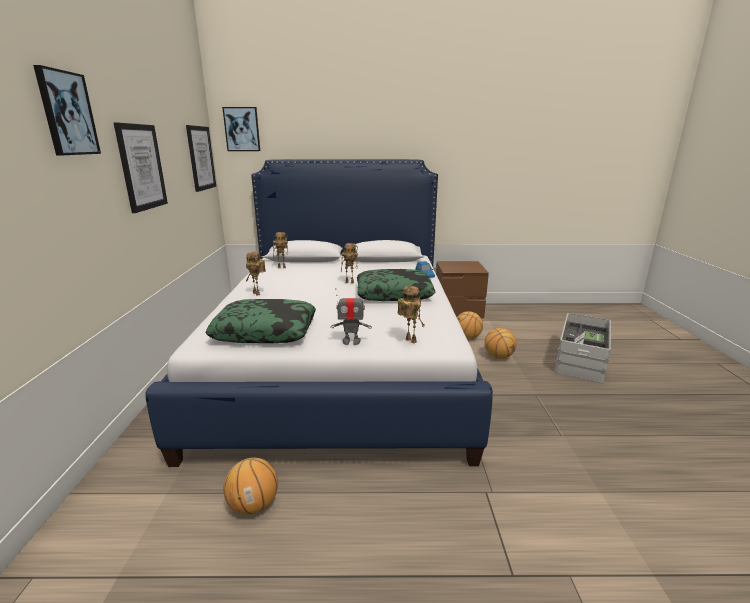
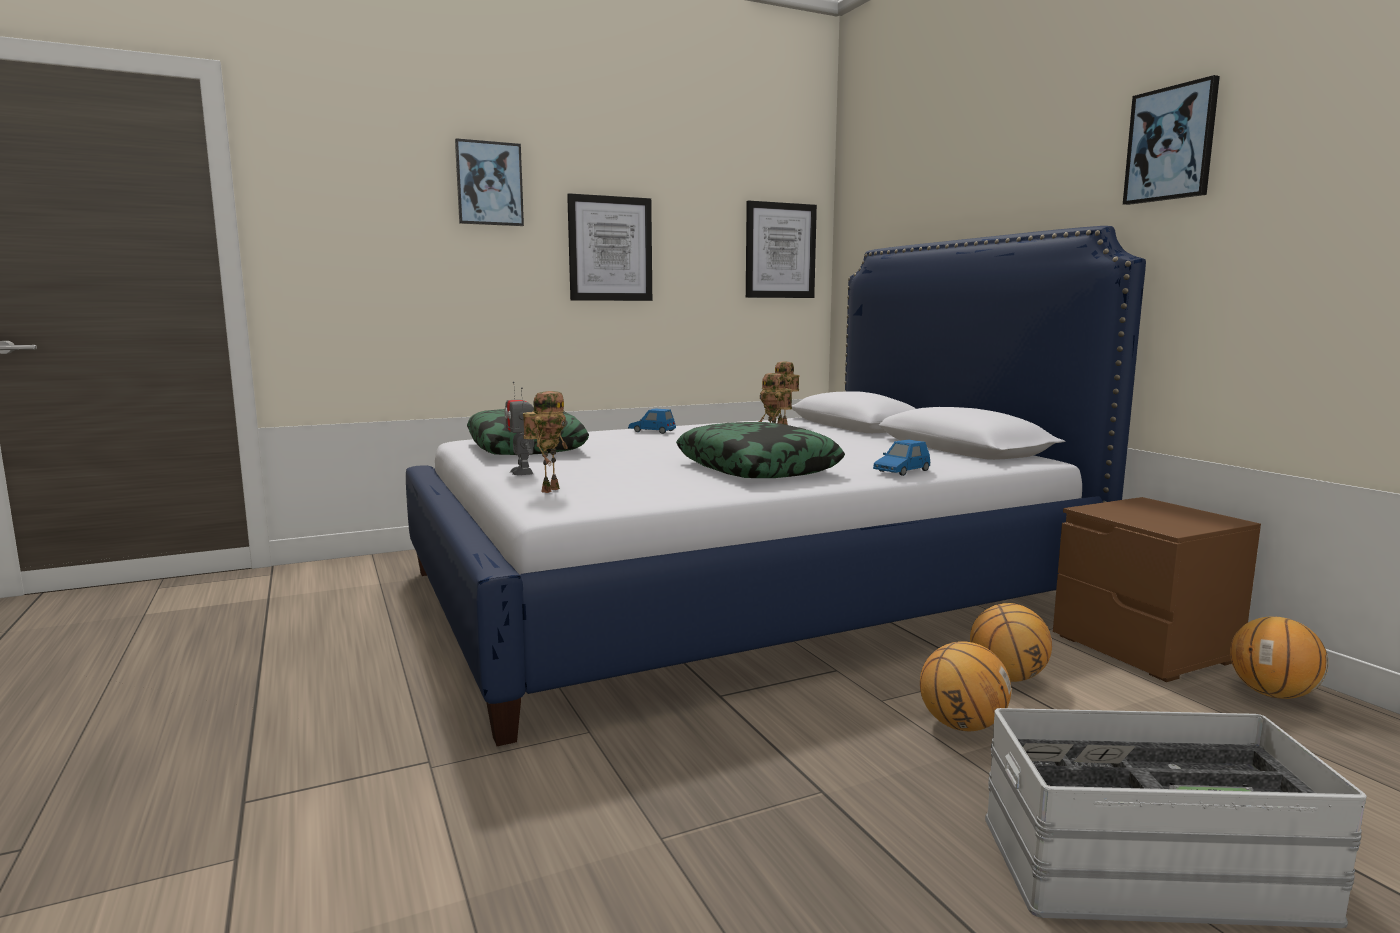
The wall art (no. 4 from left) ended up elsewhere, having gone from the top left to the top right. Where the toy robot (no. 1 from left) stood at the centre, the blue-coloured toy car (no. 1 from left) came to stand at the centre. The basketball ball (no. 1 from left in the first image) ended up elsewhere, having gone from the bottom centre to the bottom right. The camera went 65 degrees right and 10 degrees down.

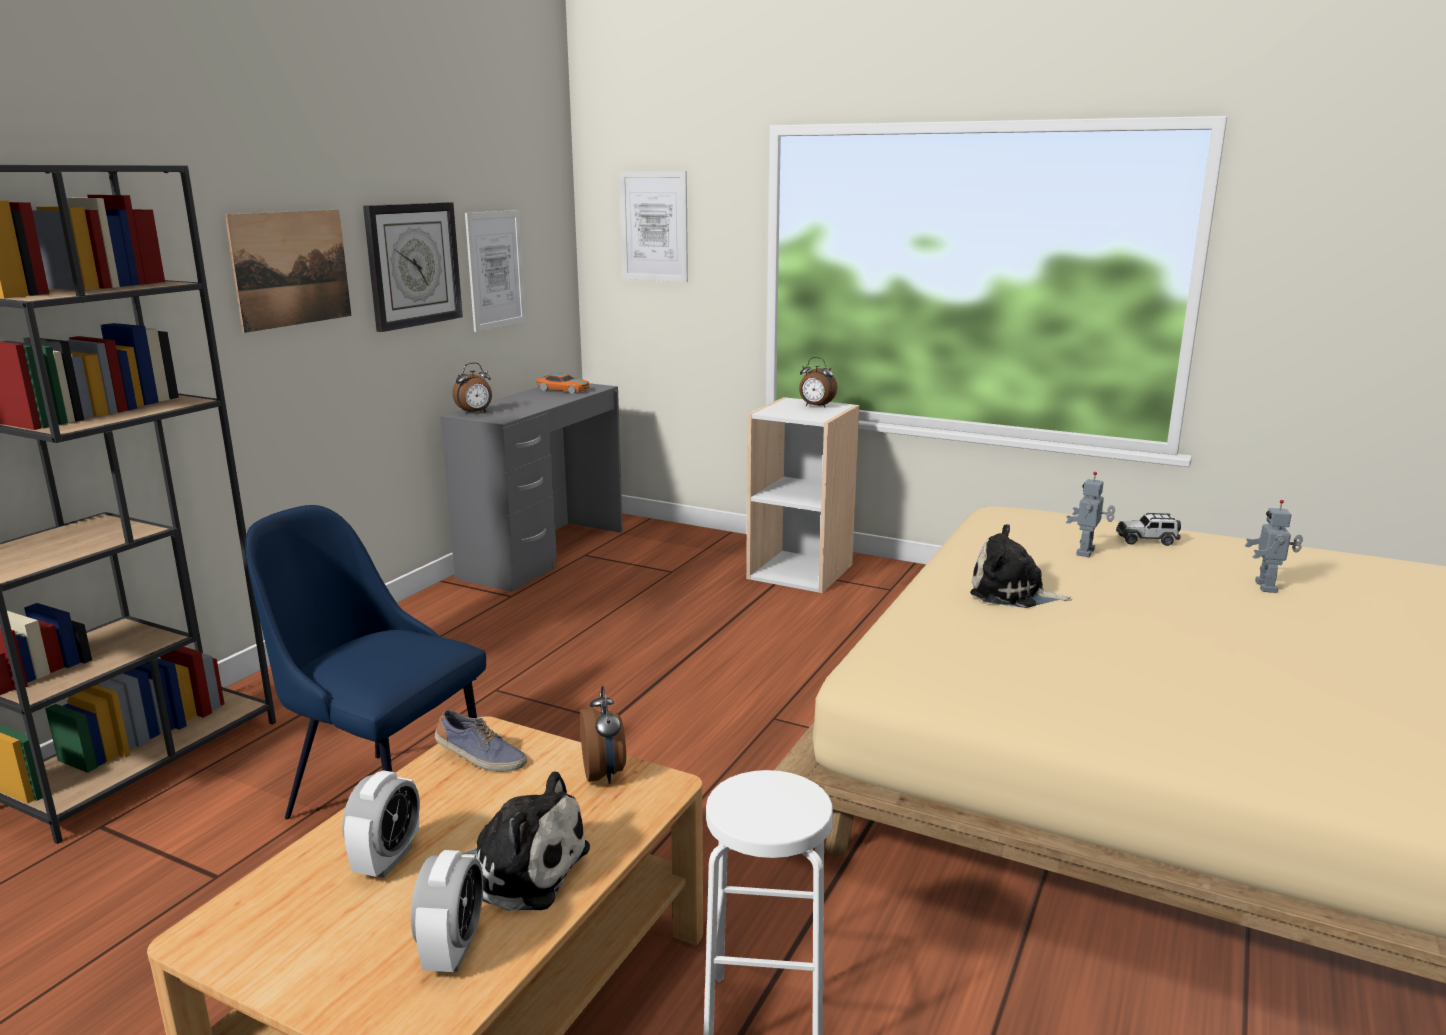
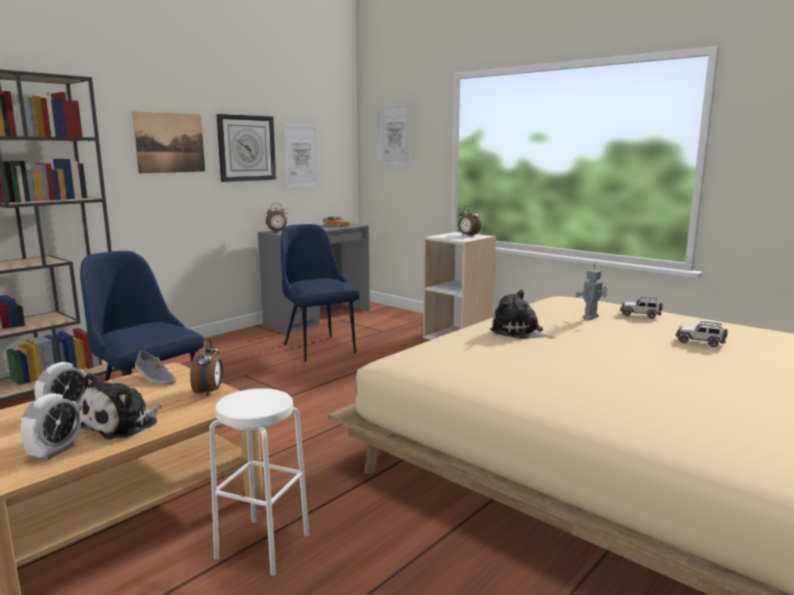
Where the toy robot (no. 2 from left) stood at the middle right, the toy car (no. 3 from left) came to stand at the middle right. The soft toy (no. 1 from left) at the bottom centre ended up facing another way, 90 degrees clockwise from before. The second view gained the blue-coloured plain chair (no. 2 from left) at the centre. The camera went 15 degrees right and 5 degrees down.

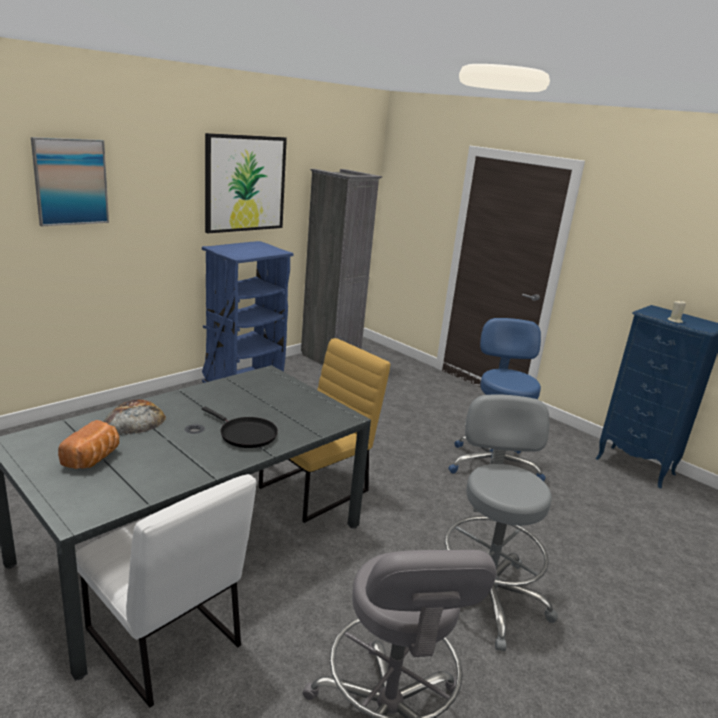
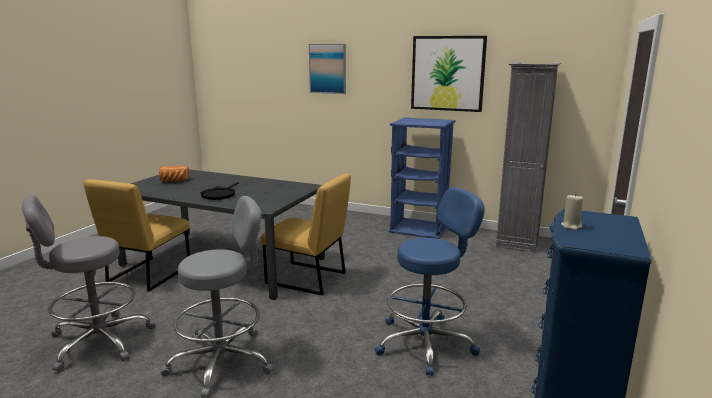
The second view lost the bread (no. 2 from left) at the middle left. What was the whitish plain chair at the bottom left turned into the yellow plain chair (no. 1 from left) at the middle left. The camera went 70 degrees right and 5 degrees down.

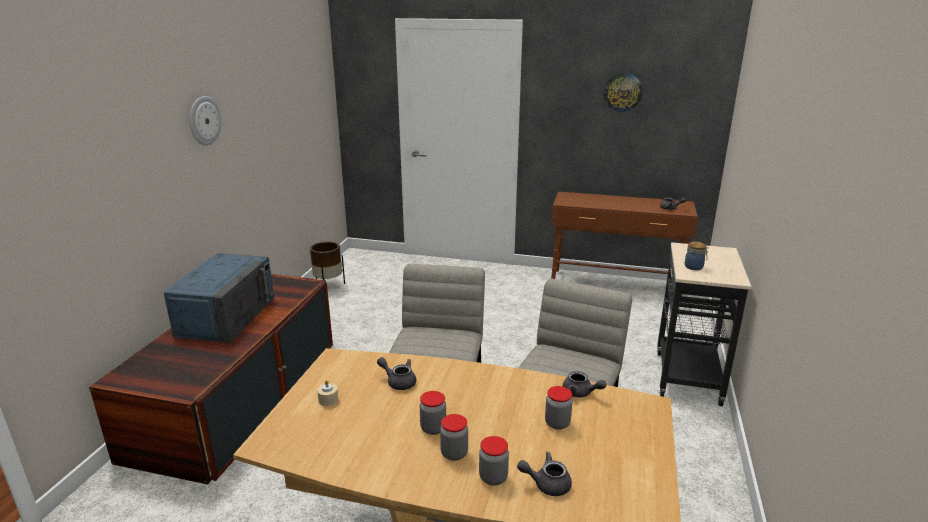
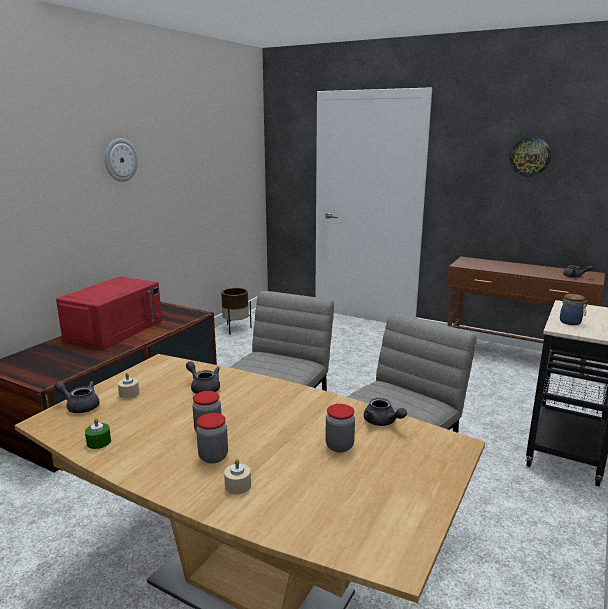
What was the blue-coloured kitchen microwave at the middle left turned into the red kitchen microwave at the middle left. Where the jar (no. 3 from left) stood at the bottom centre, the beige-coloured candle (no. 2 from left) came to stand at the bottom centre. The greyish teapot (no. 2 from left in the first image) ended up elsewhere, having gone from the bottom centre to the middle left. The second view gained the green-coloured candle at the bottom left. The camera went 15 degrees right and 5 degrees down.

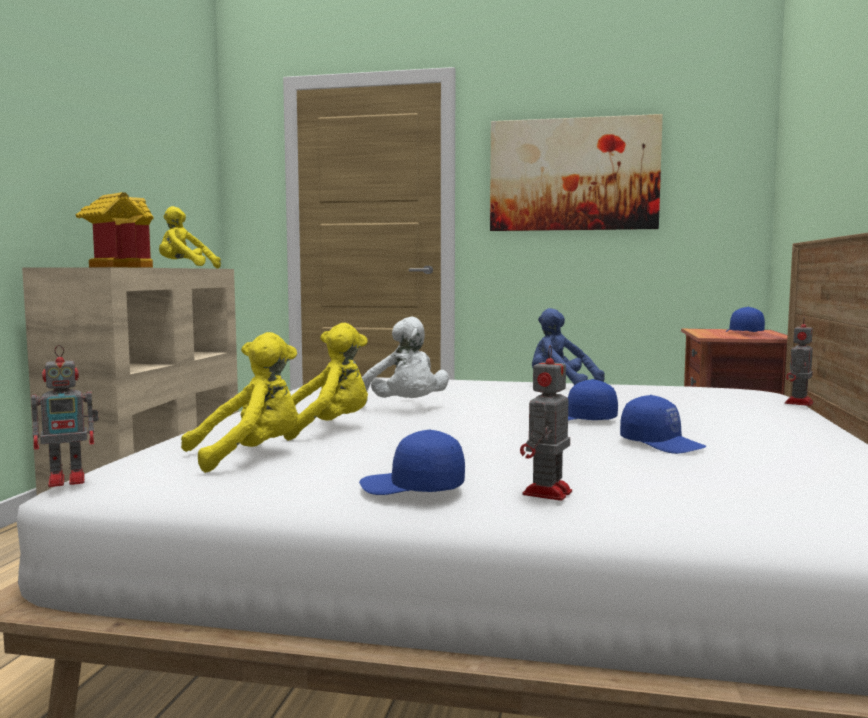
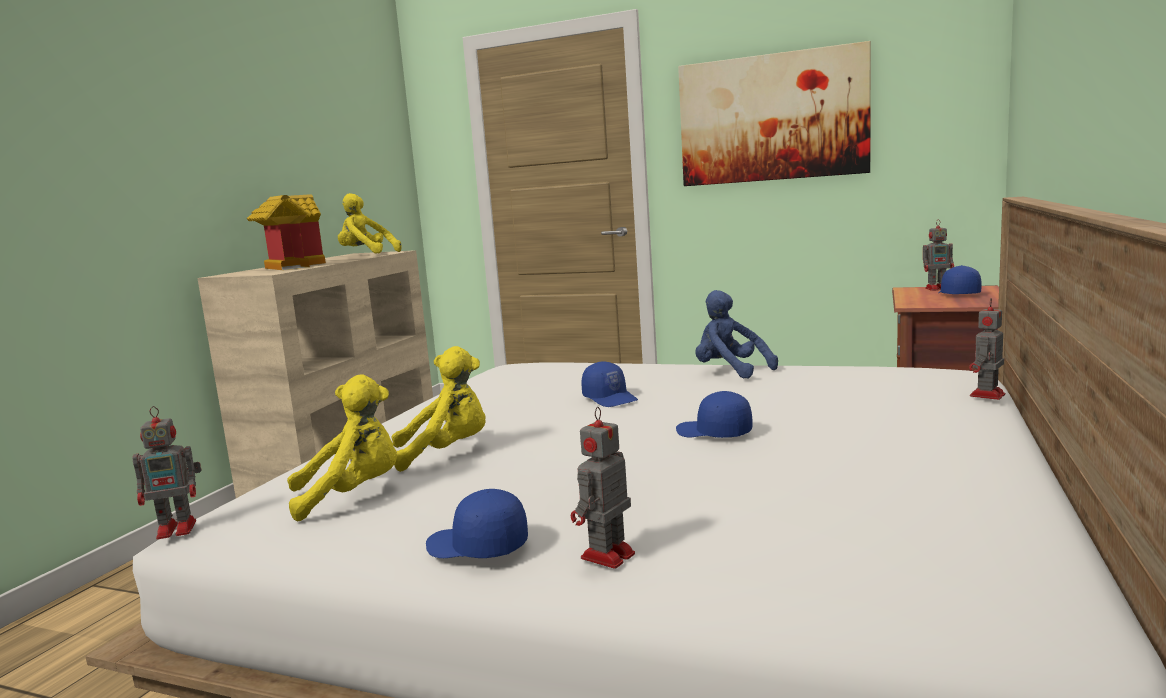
The second view lost the whitish soft toy at the centre. The blue-coloured baseball cap (no. 3 from left in the first image) ended up elsewhere, having gone from the middle right to the centre. The second view gained the toy robot (no. 3 from left) at the middle right. The camera went 10 degrees right and 5 degrees up.

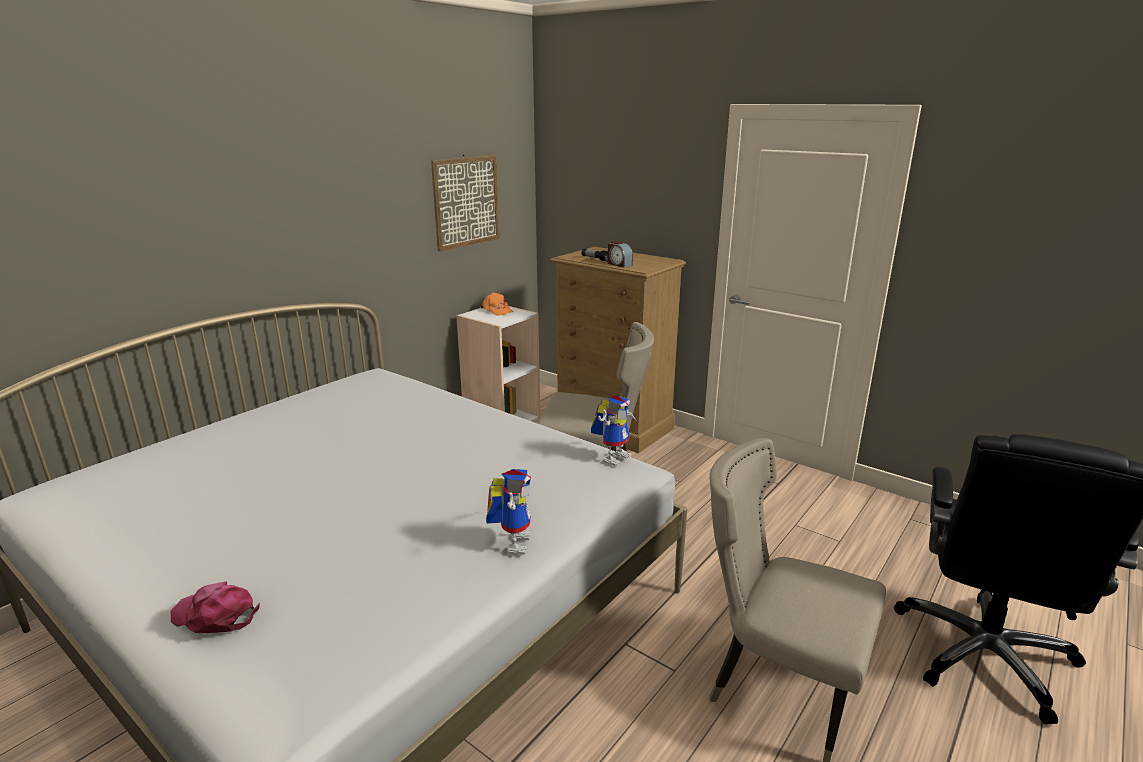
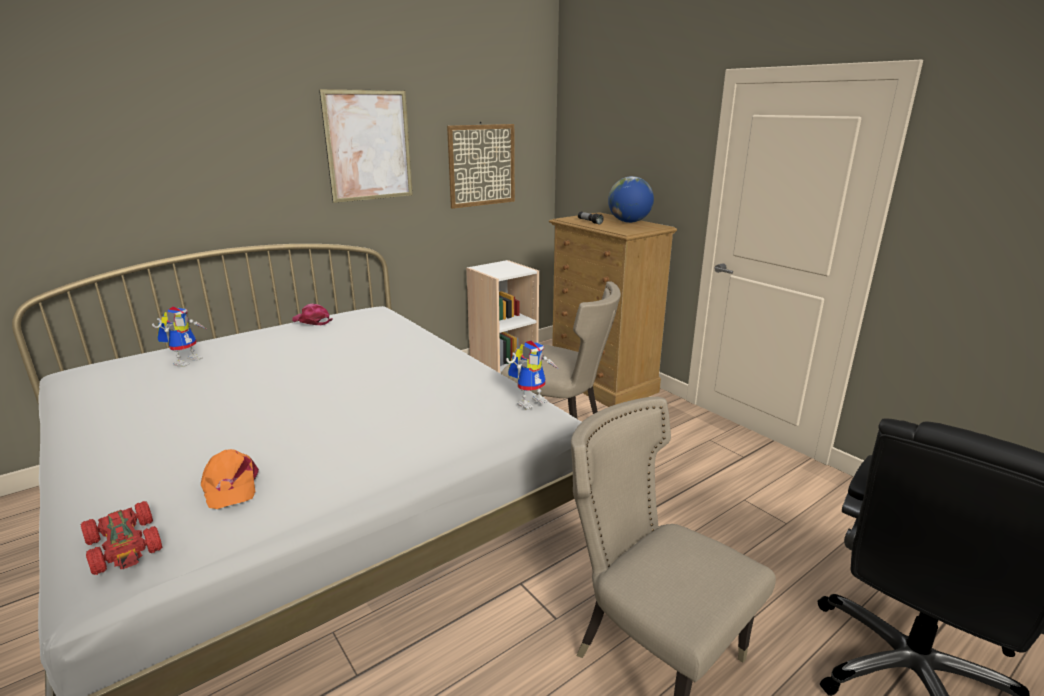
The second view lost the alarm clock at the centre. The orange-coloured baseball cap ended up elsewhere, having gone from the centre to the bottom left. The toy robot (no. 1 from left) ended up elsewhere, having gone from the bottom centre to the middle left. The pink-coloured baseball cap ended up elsewhere, having gone from the bottom left to the middle left. The second view gained the wall art (no. 1 from left) at the top centre. The second view gained the desk globe at the top centre. The second view gained the red toy car at the bottom left. The camera went 15 degrees right and 0 degrees up.

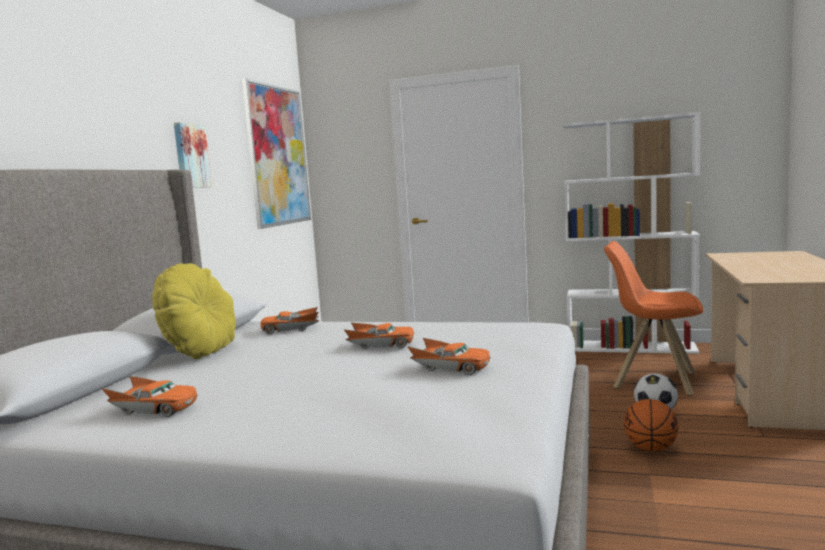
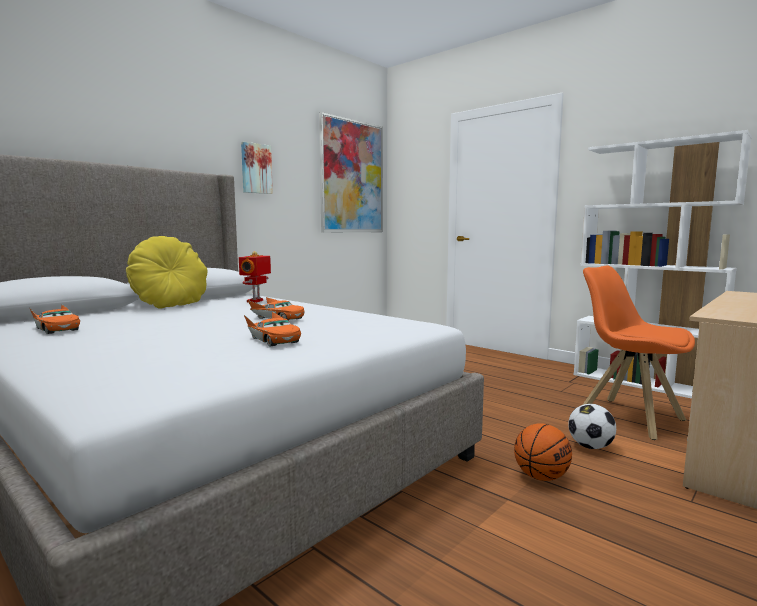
Where the orange-coloured toy car (no. 2 from left) stood at the centre, the toy robot came to stand at the centre. The camera went 25 degrees right and 0 degrees up.

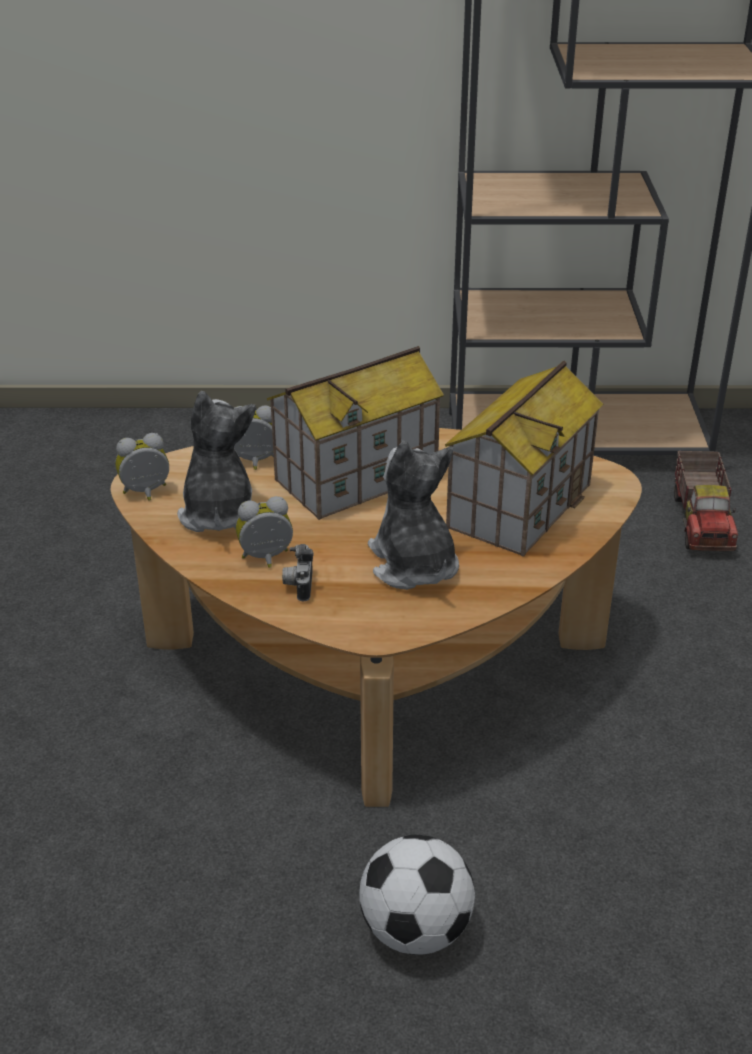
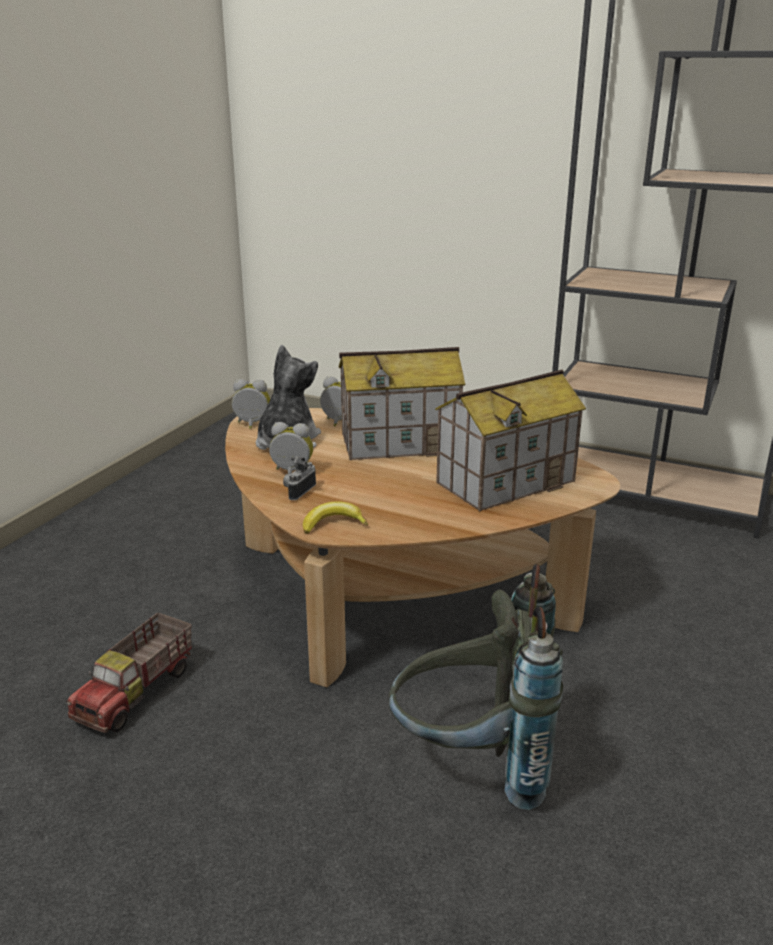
The second view lost the soft toy (no. 2 from left) at the centre. The toy lorry ended up elsewhere, having gone from the middle right to the bottom left. The second view lost the football at the bottom centre. The second view gained the whole banana at the centre. The second view gained the greyish rucksack at the bottom centre. The camera went 25 degrees right and 10 degrees down.

